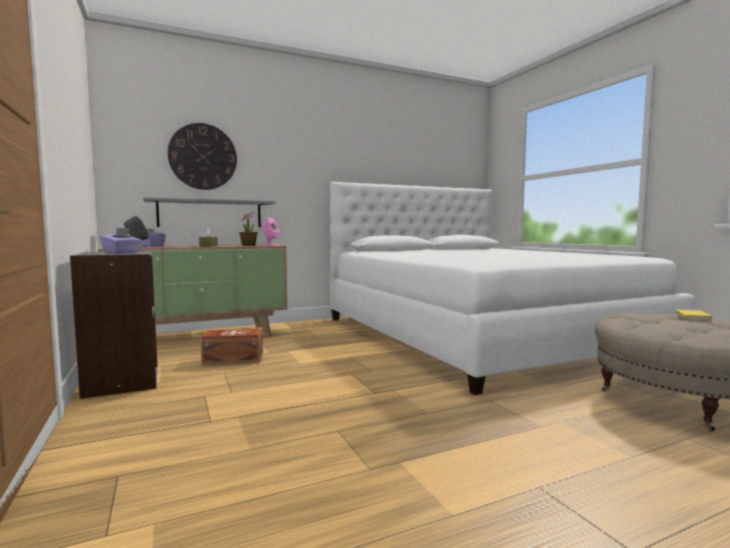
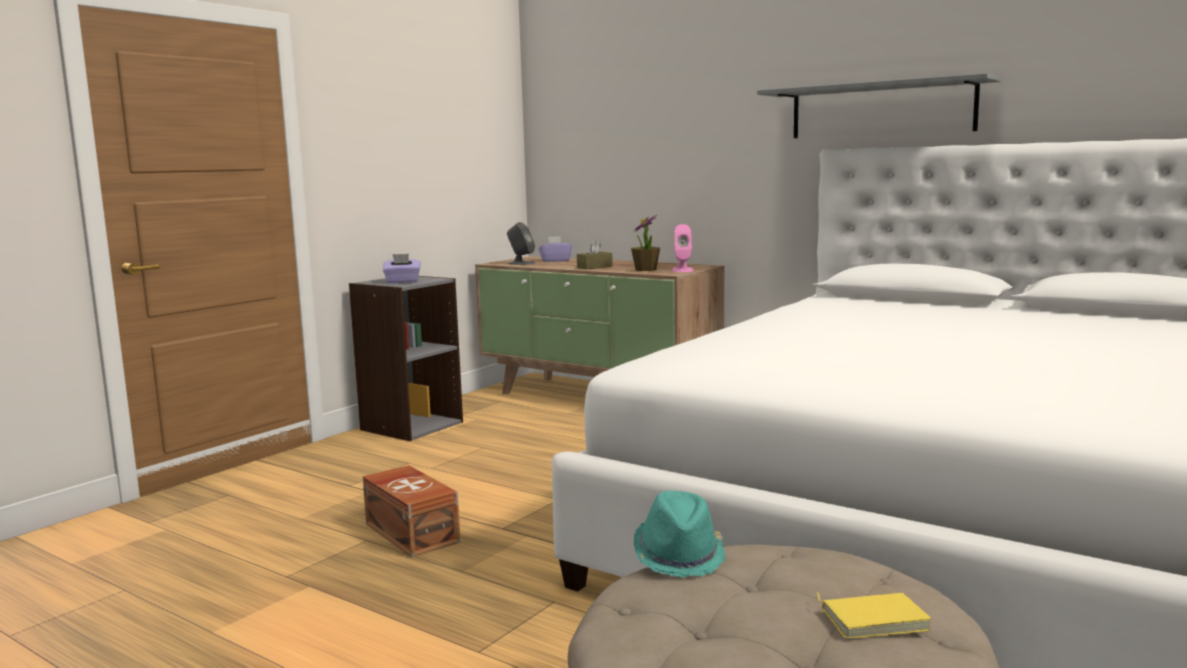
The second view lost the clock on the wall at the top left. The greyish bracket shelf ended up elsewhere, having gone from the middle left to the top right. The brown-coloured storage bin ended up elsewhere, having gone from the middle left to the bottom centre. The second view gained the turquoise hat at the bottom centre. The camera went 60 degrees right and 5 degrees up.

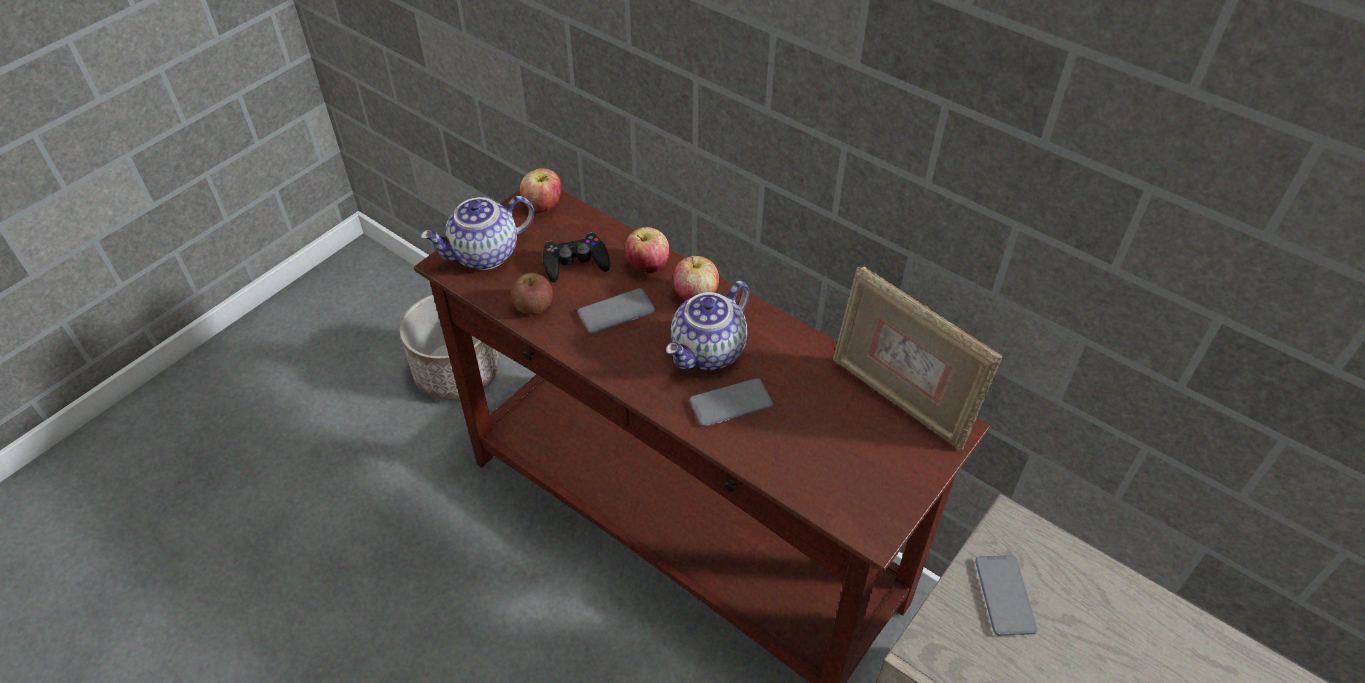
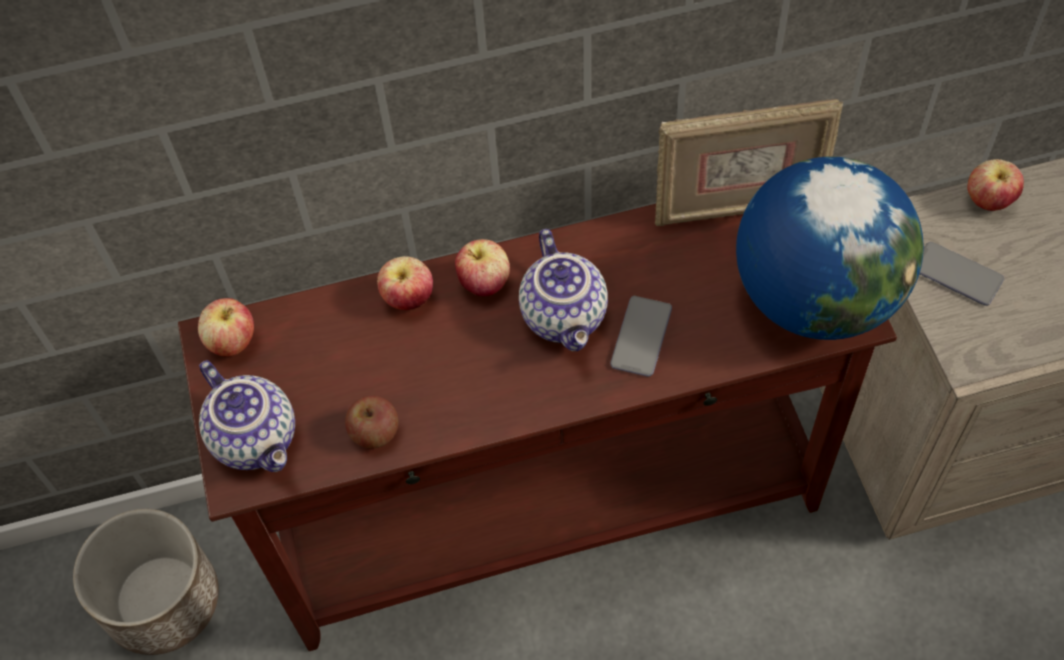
The teapot (no. 1 from left) at the centre ended up facing another way, 45 degrees counterclockwise from before. The second view lost the black-coloured joypad at the centre. The second view lost the phone (no. 1 from left) at the centre. The second view gained the desk globe at the middle right. The second view gained the apple (no. 5 from left) at the top right. The camera went 50 degrees left and 10 degrees up.

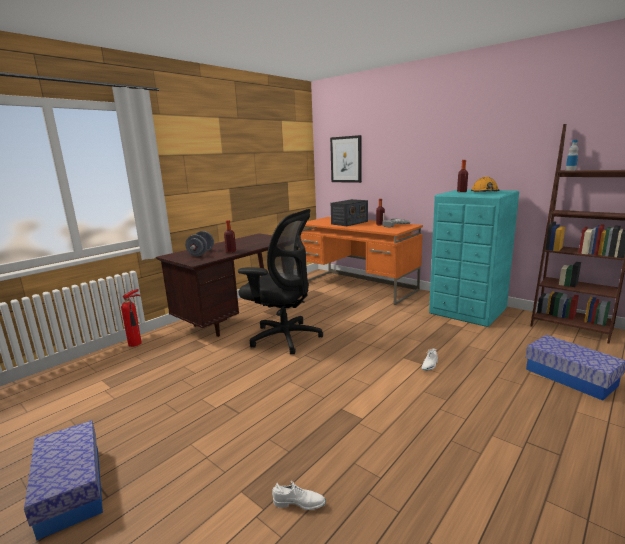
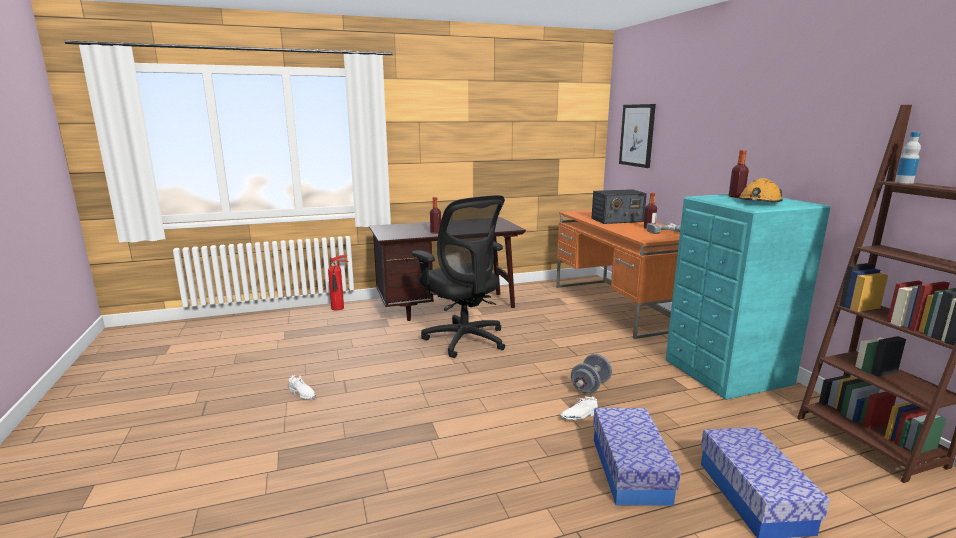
The greyish dumbbell ended up elsewhere, having gone from the middle left to the bottom centre. The storage bin (no. 1 from left) ended up elsewhere, having gone from the bottom left to the bottom centre. The whitish shoe (no. 1 from left) ended up elsewhere, having gone from the bottom centre to the bottom left. The camera went 30 degrees right and 0 degrees up.

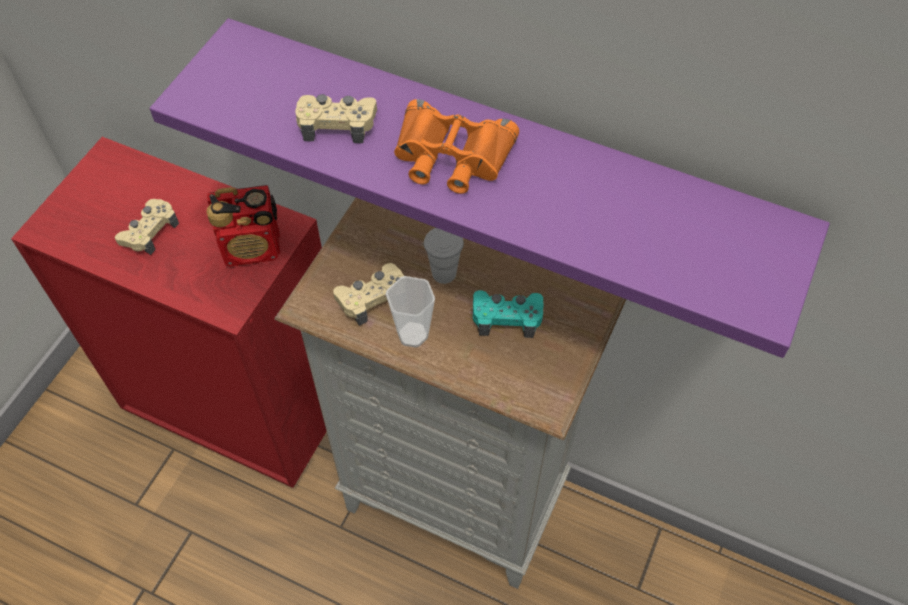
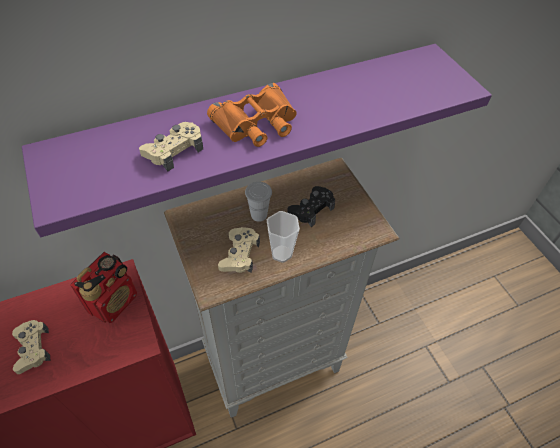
What was the turquoise joypad at the centre turned into the black-coloured joypad at the centre. The camera went 50 degrees left and 5 degrees down.

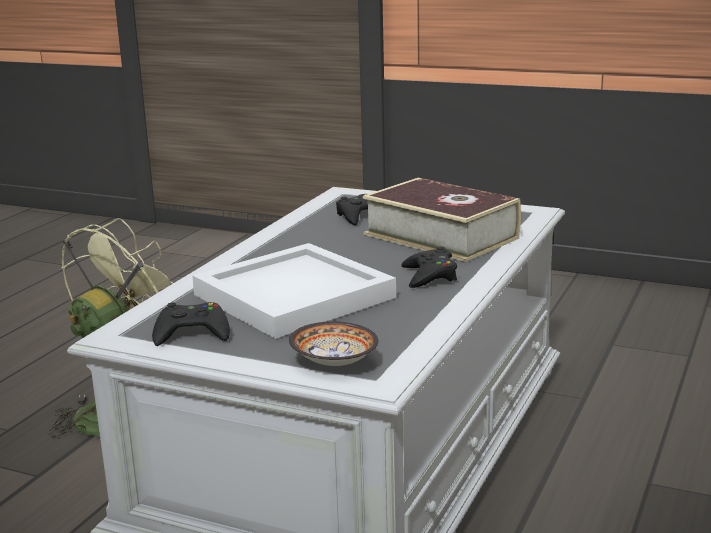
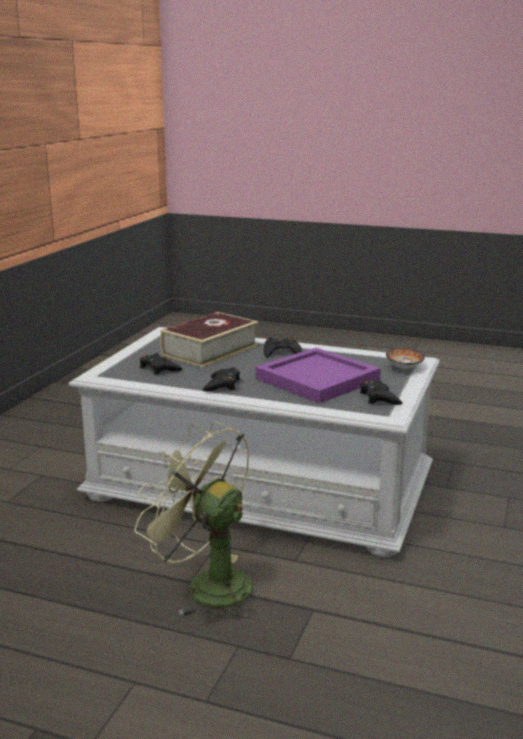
What was the whitish tray at the centre turned into the purplish tray at the centre. The second view gained the black-coloured joypad (no. 2 from left) at the centre. The camera went 95 degrees left and 0 degrees up.

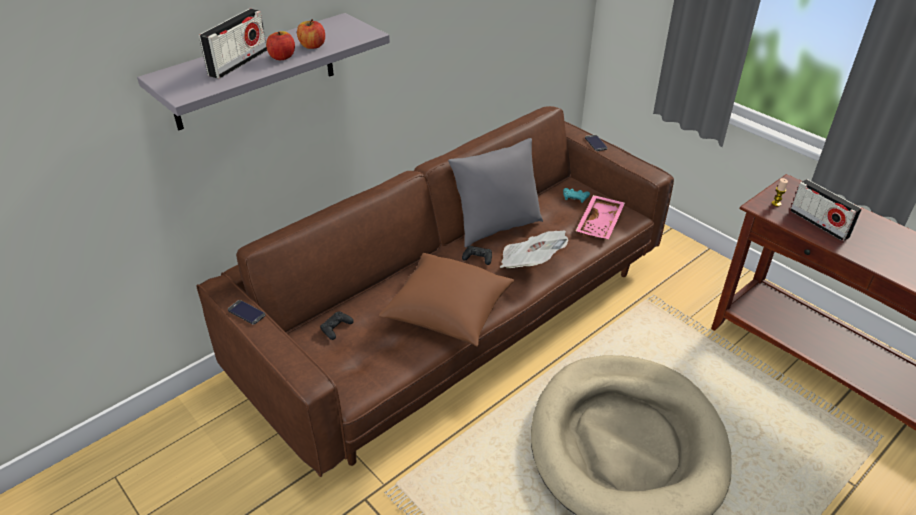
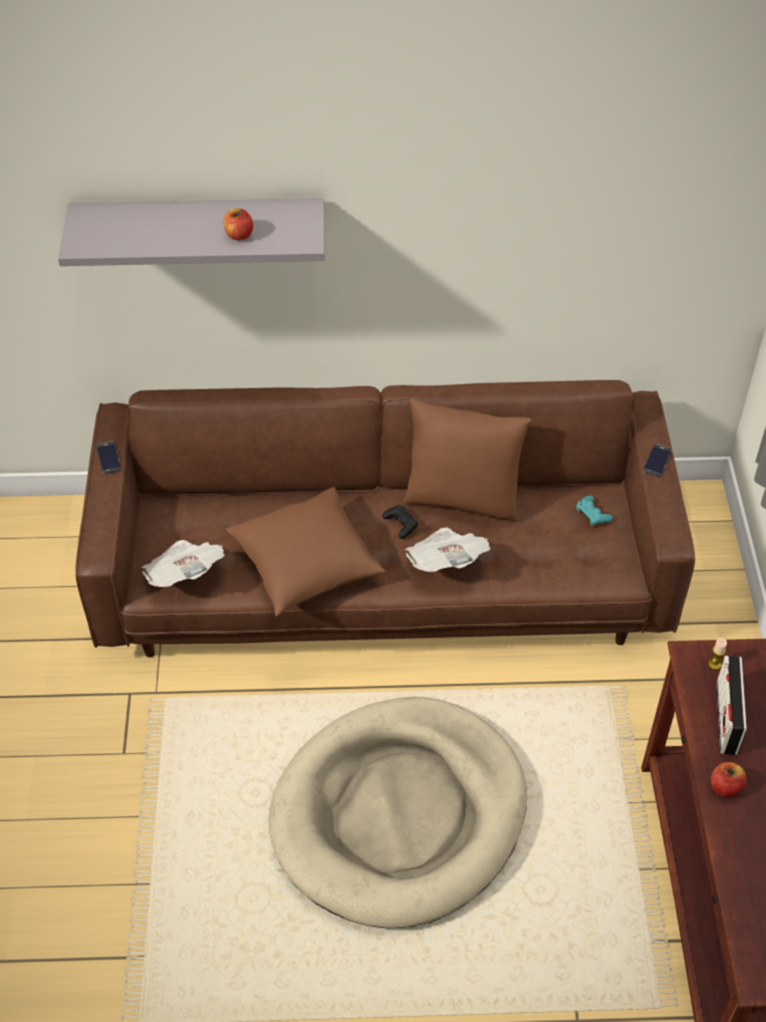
The second view lost the radio receiver (no. 1 from left) at the top left. The apple (no. 1 from left in the first image) ended up elsewhere, having gone from the top left to the bottom right. What was the greyish pillow at the centre turned into the brown-coloured pillow (no. 2 from left) at the centre. The second view lost the pink-coloured tray at the centre. The second view lost the black-coloured joypad (no. 1 from left) at the centre. The second view gained the newspaper (no. 1 from left) at the middle left. The camera went 40 degrees right and 10 degrees up.

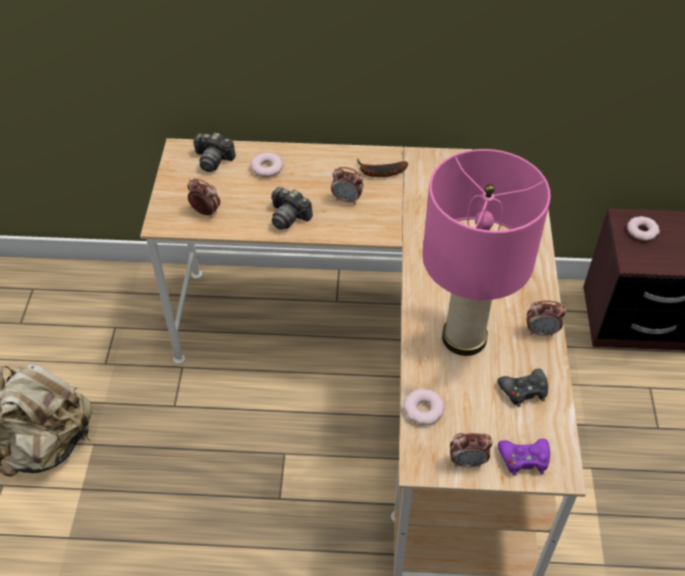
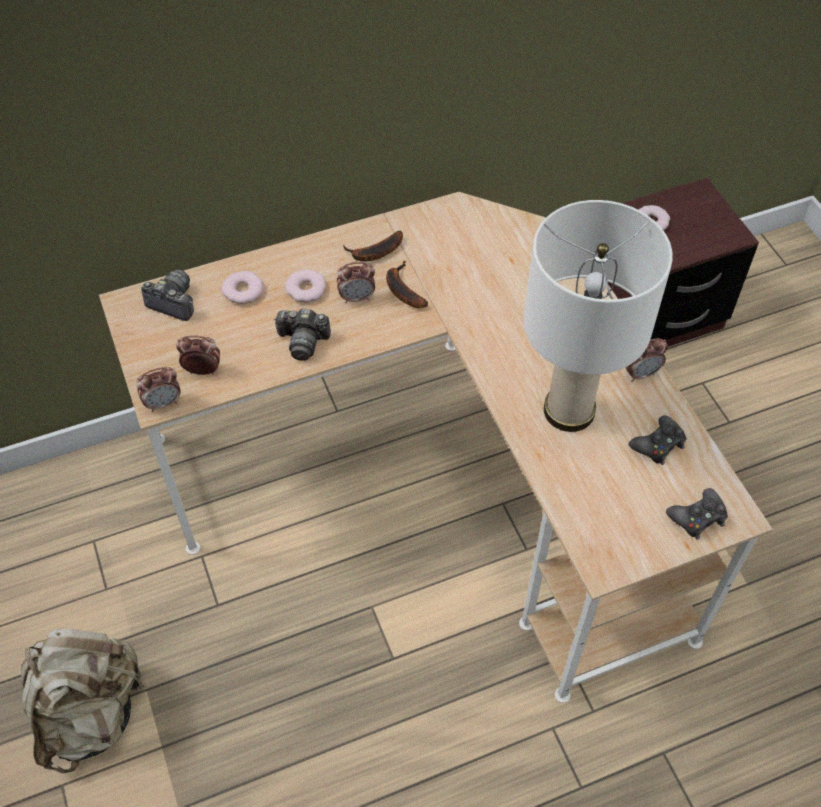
The still camera (no. 1 from left) at the top left ended up facing another way, 150 degrees counterclockwise from before. What was the pink-coloured tabletop lamp at the middle right turned into the whitish tabletop lamp at the middle right. The doughnut (no. 2 from left) ended up elsewhere, having gone from the bottom centre to the centre. The alarm clock (no. 3 from left in the first image) ended up elsewhere, having gone from the bottom right to the middle left. What was the purplish joypad at the bottom right turned into the black-coloured joypad (no. 2 from left) at the middle right. The second view gained the whole banana (no. 2 from left) at the centre. The camera went 25 degrees left and 5 degrees up.

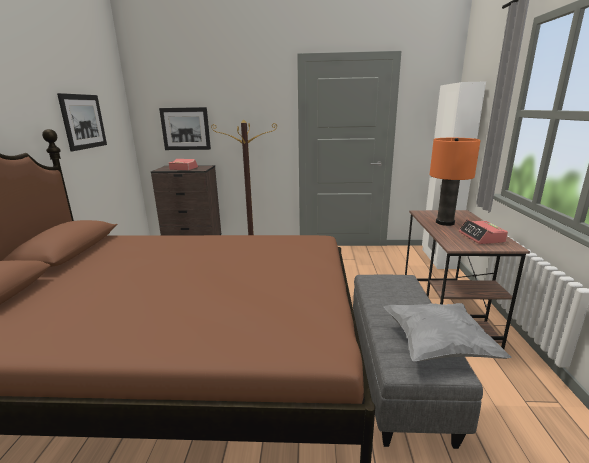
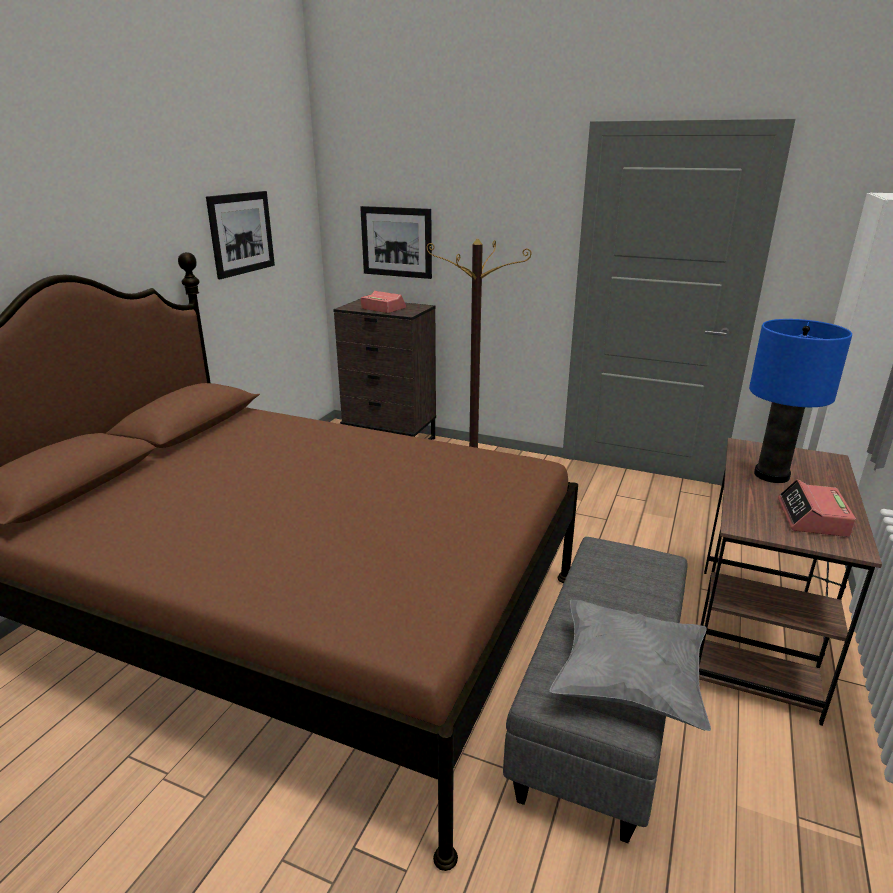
What was the orange-coloured tabletop lamp at the middle right turned into the blue-coloured tabletop lamp at the middle right. The camera went 20 degrees right and 5 degrees up.

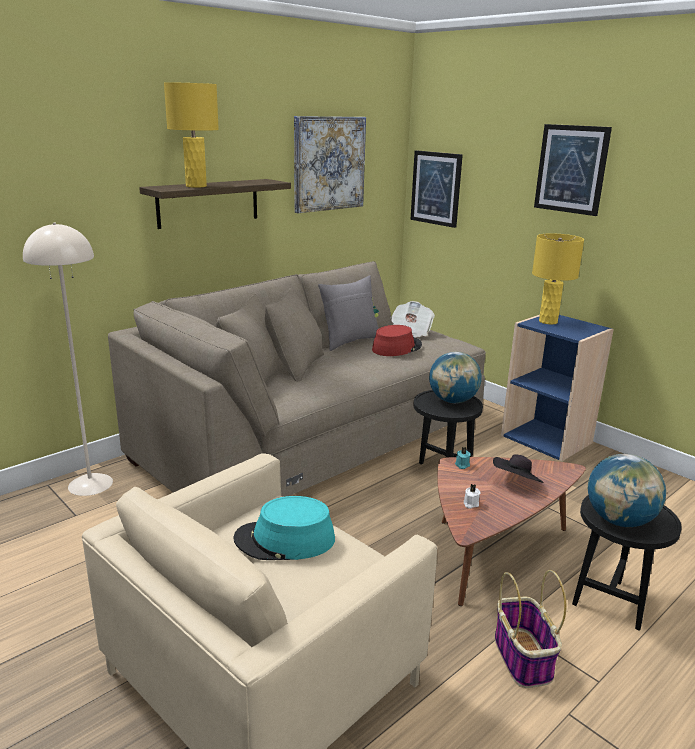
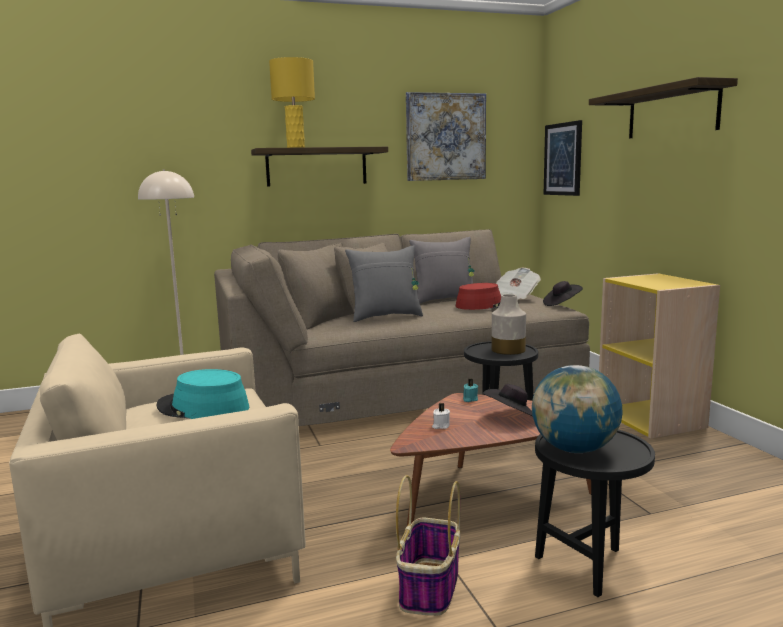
Where the wall art (no. 3 from left) hung at the top right, the bracket shelf (no. 2 from left) came to hang at the top right. The second view lost the yellow tabletop lamp (no. 2 from left) at the middle right. What was the blue-coloured bookshelf at the middle right turned into the yellow bookshelf at the middle right. Where the desk globe (no. 1 from left) stood at the centre, the beige-coloured flower vase came to stand at the centre. The second view gained the greyish pillow (no. 1 from left) at the centre. The second view gained the black-coloured hat (no. 2 from left) at the middle right. The camera went 25 degrees right and 10 degrees down.

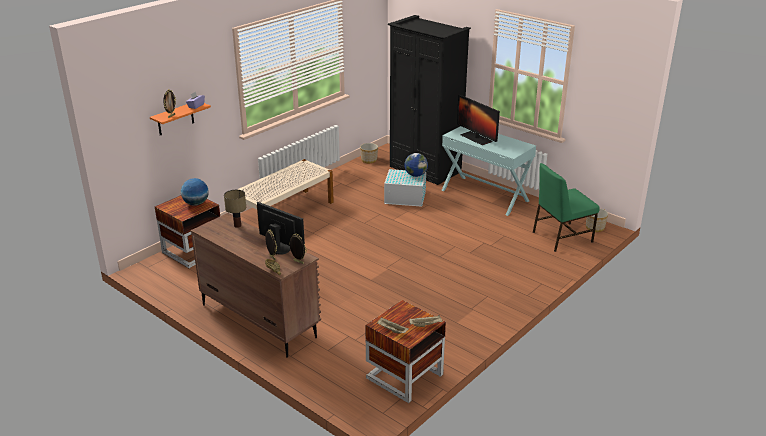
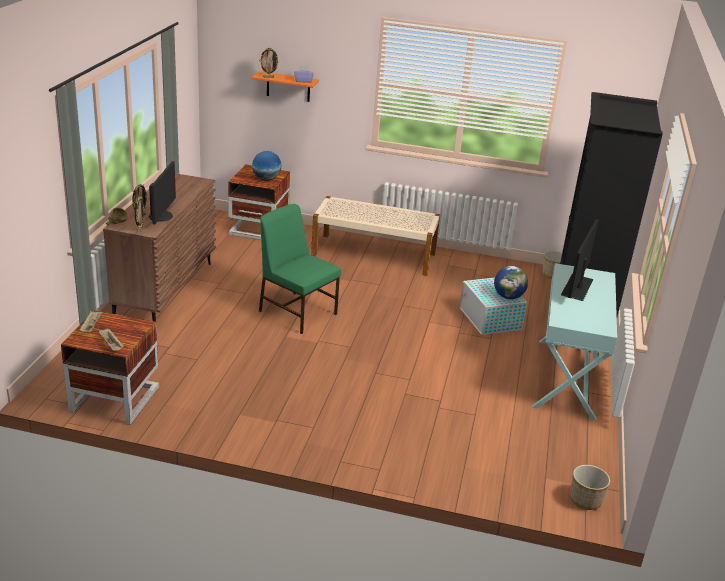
The green-coloured plain chair ended up elsewhere, having gone from the middle right to the centre. The second view lost the tabletop lamp at the middle left. The camera went 60 degrees right and 0 degrees up.

